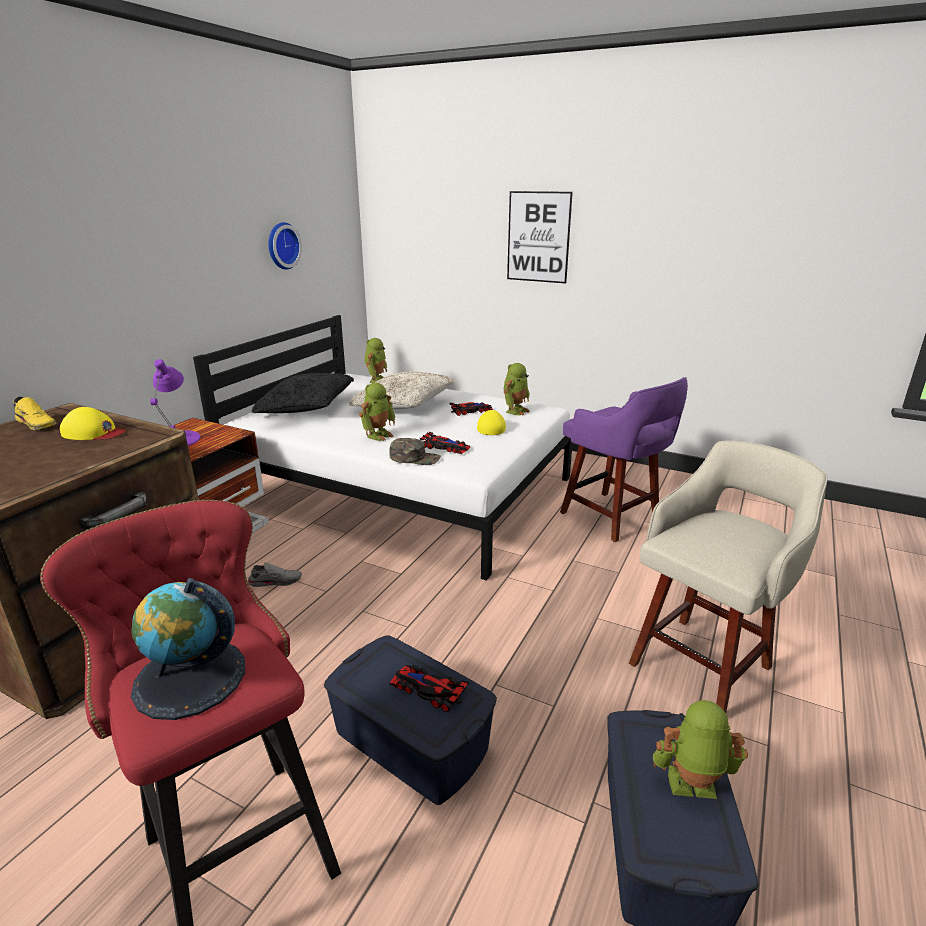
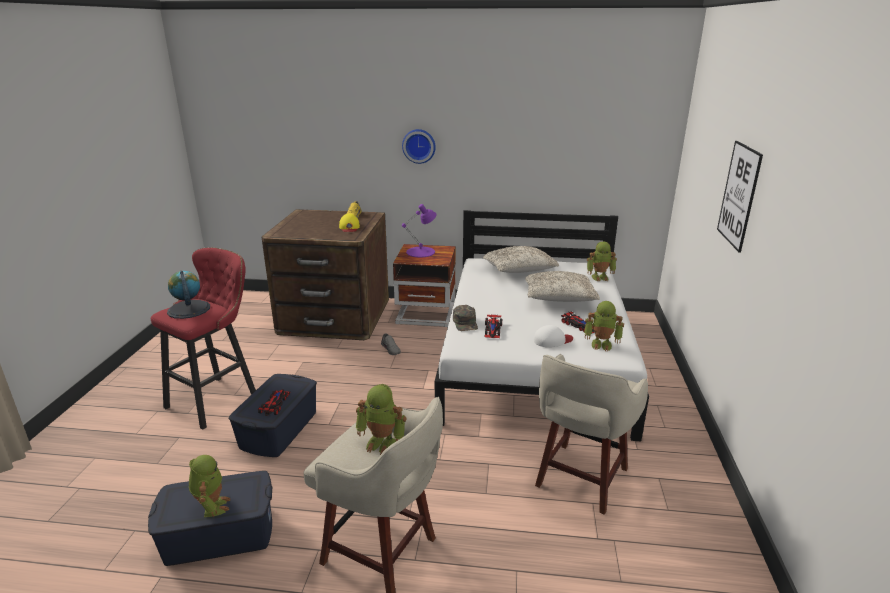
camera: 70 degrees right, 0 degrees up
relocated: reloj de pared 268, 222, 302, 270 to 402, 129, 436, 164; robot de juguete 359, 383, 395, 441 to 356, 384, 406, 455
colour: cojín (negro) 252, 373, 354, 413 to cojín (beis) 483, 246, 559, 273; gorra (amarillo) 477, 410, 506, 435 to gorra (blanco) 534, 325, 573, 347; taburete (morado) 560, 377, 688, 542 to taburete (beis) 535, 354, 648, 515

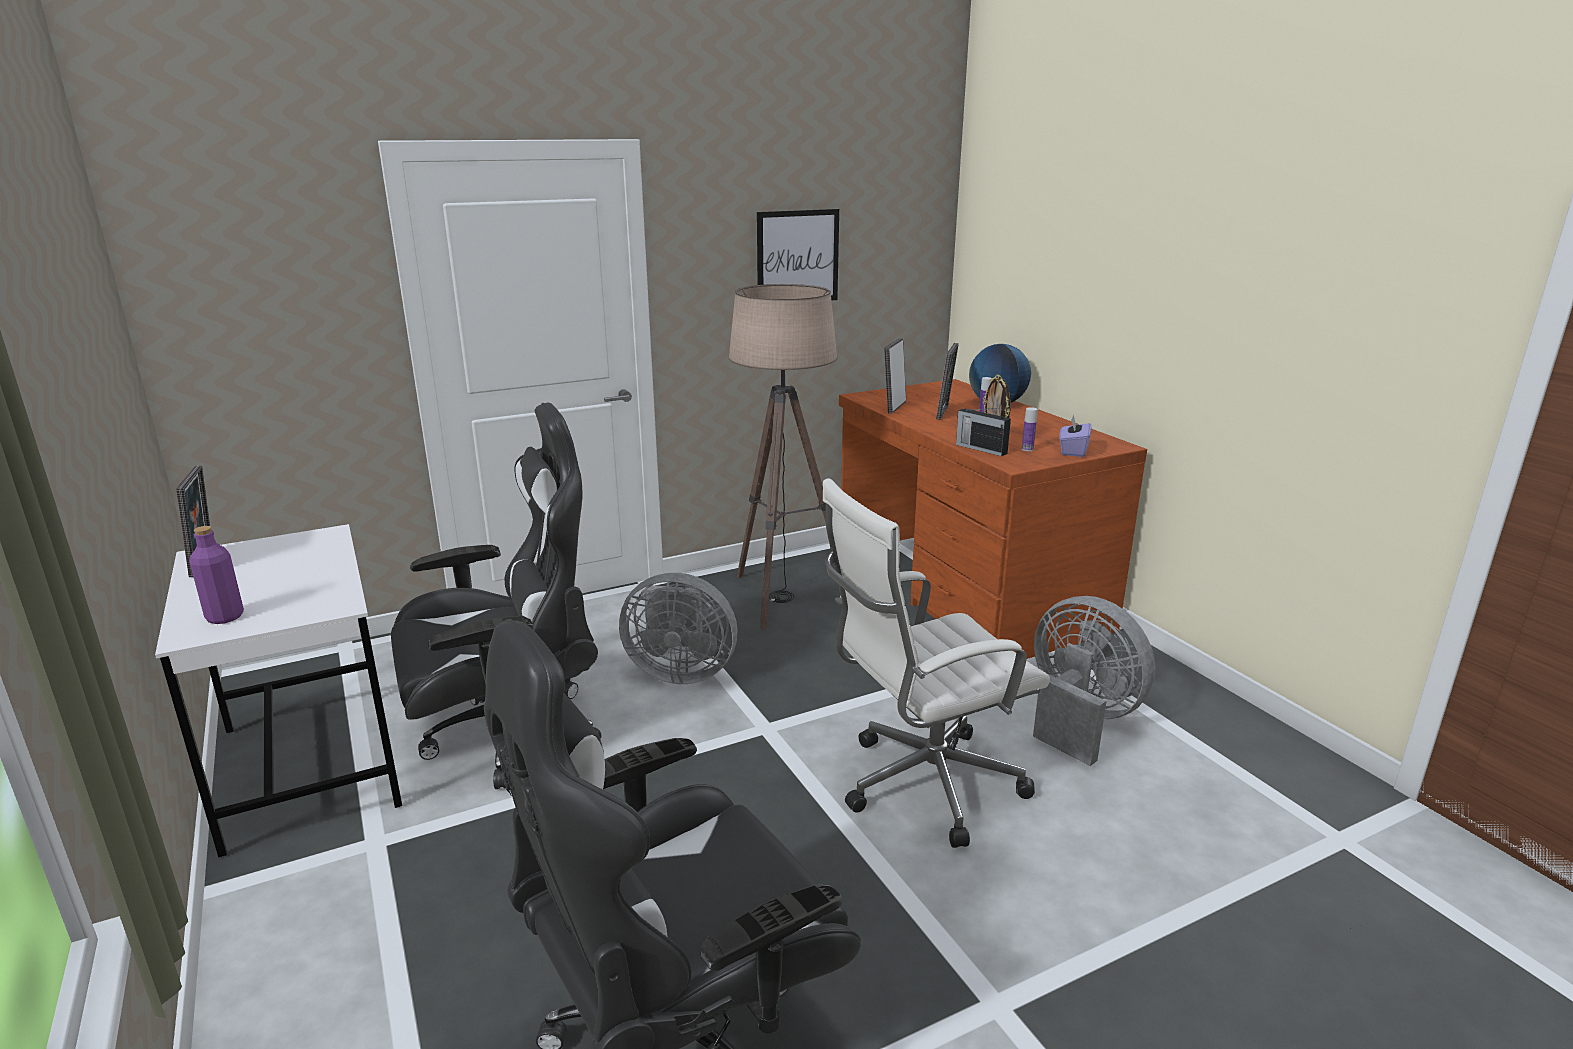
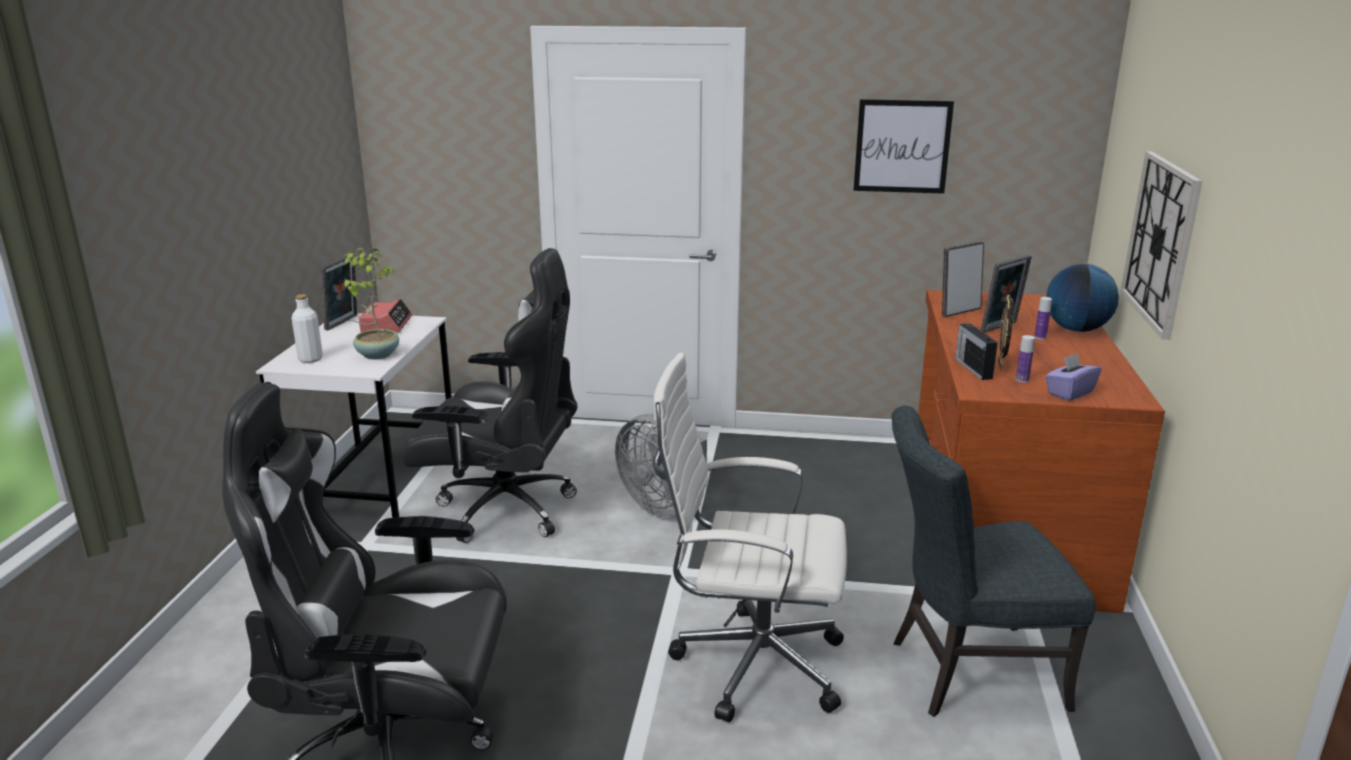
camera: 35 degrees right, 0 degrees up
missing: lámpara de pie 729, 284, 837, 630
appeared: planta en maceta 343, 248, 399, 359; despertador 359, 299, 412, 332; reloj de pared 1120, 151, 1202, 340
exchanged: ventilador (gris) 1033, 596, 1155, 766 to silla (gris) 892, 405, 1096, 717
colour: botella (morado) 189, 526, 244, 624 to botella (blanco) 291, 294, 323, 363

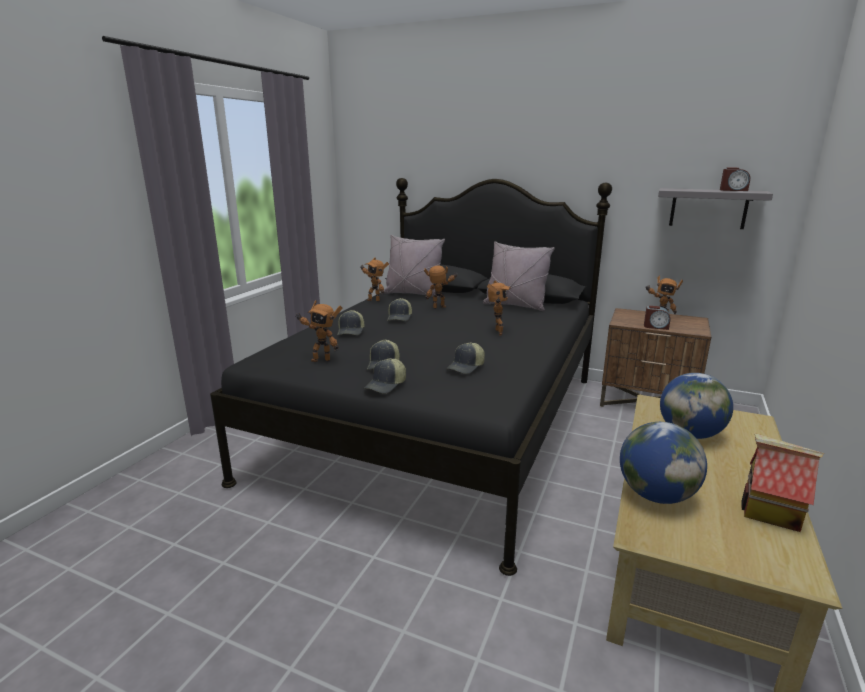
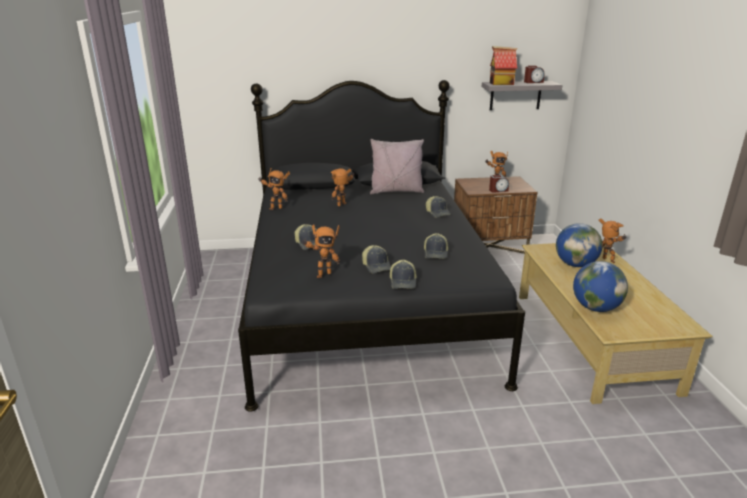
camera: 30 degrees left, 5 degrees up
missing: cojín (morado) 384, 235, 445, 298
relocated: gorra 387, 298, 412, 321 to 426, 196, 451, 218; robot de juguete 487, 281, 511, 336 to 599, 218, 627, 263; casita 742, 433, 824, 532 to 490, 46, 517, 85

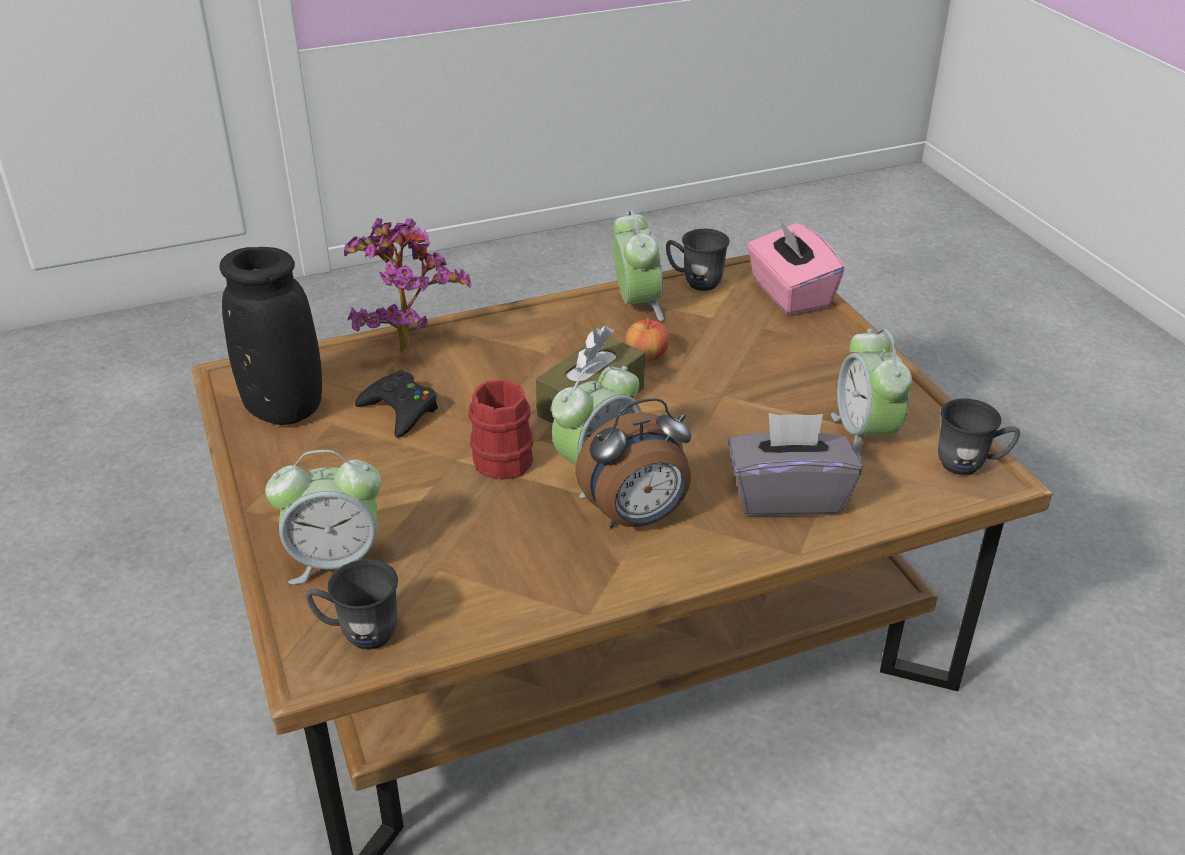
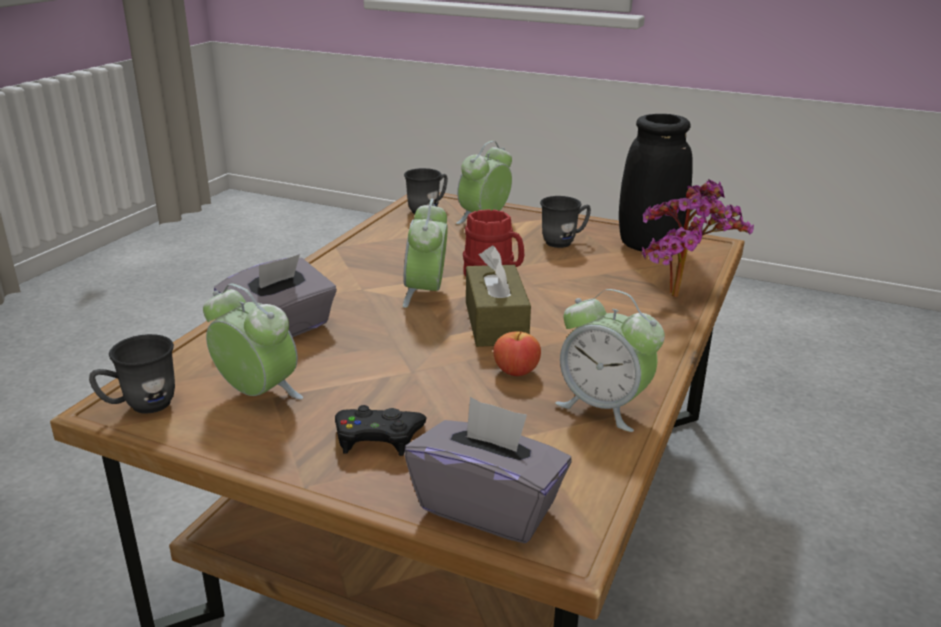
camera: 135 degrees right, 10 degrees down
missing: despertador 575, 398, 691, 528
relocated: mando de consola (negro) 355, 370, 438, 438 to 335, 405, 426, 456; taza grande (gris) 666, 229, 730, 291 to 540, 196, 591, 248
colour: caja de pañuelos (rosa) 747, 219, 844, 315 to caja de pañuelos (gris) 404, 397, 572, 543

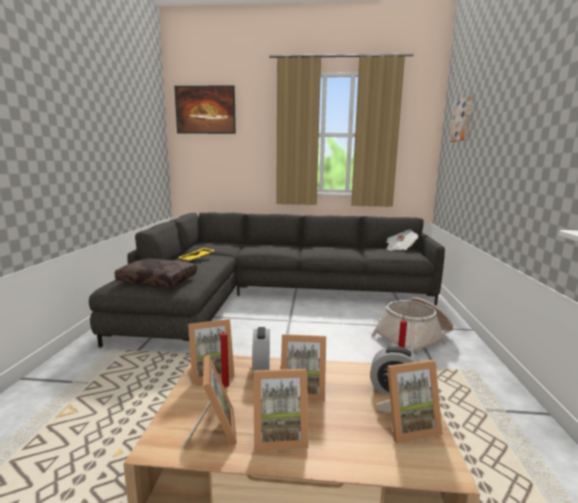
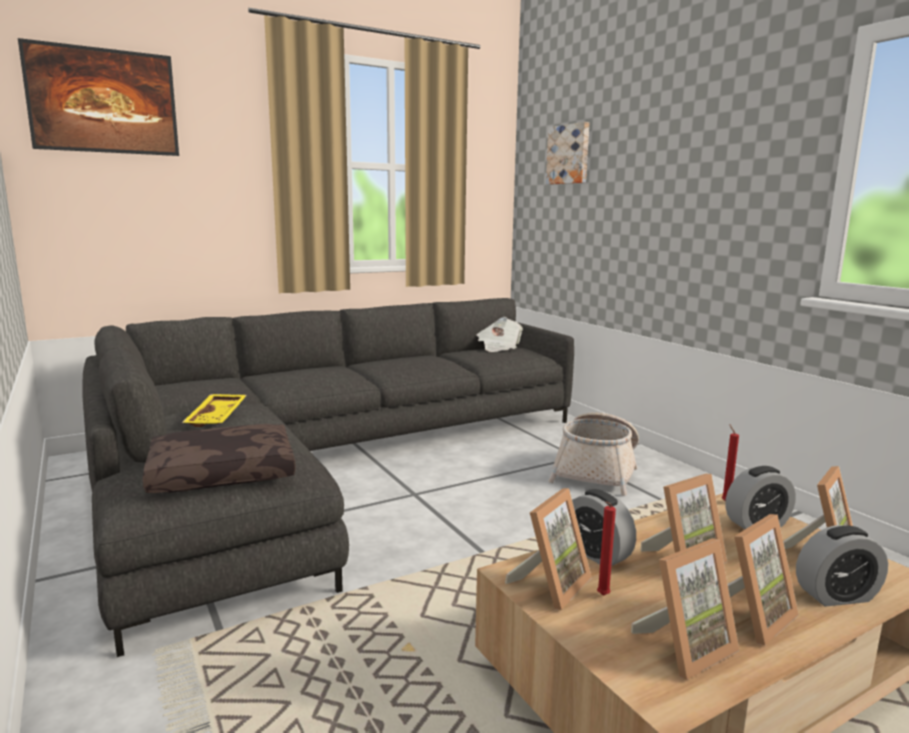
camera: 35 degrees left, 0 degrees up
appeared: despertador 796, 525, 888, 607
spun: portarretratos 182, 355, 237, 448 = 631, 538, 740, 680 105 degrees clockwise

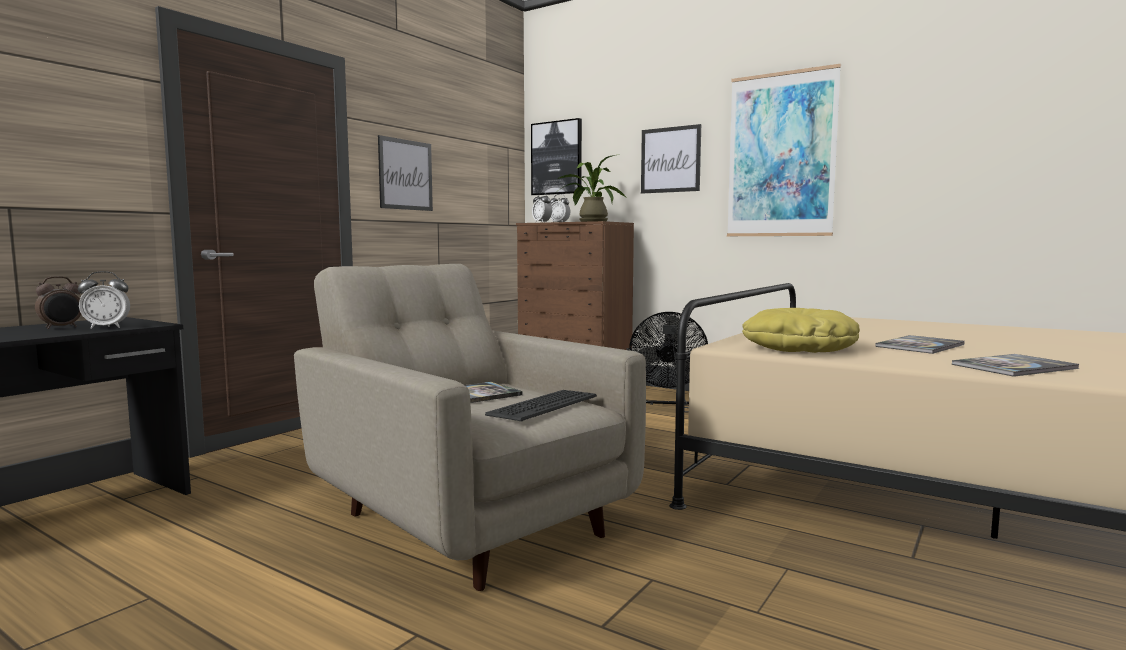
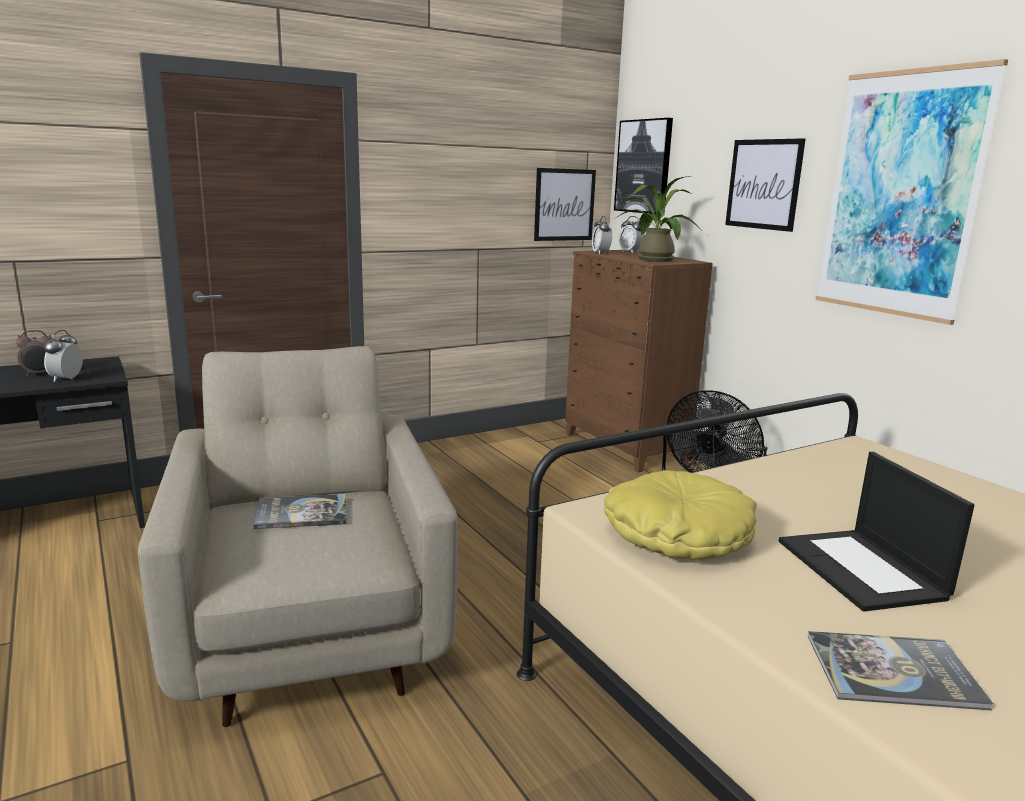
camera: 25 degrees right, 10 degrees up
missing: teclado 485, 390, 597, 422
relocated: cuadro 378, 135, 433, 211 to 534, 168, 596, 241
exchanged: libro 875, 335, 965, 354 to portátil 779, 452, 974, 611
spun: despertador 78, 271, 130, 329 = 44, 330, 83, 382 90 degrees clockwise

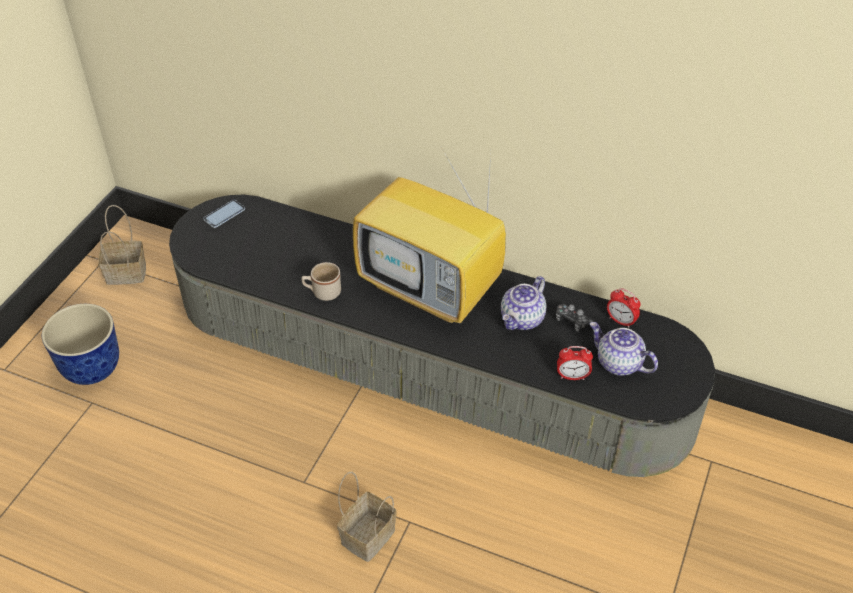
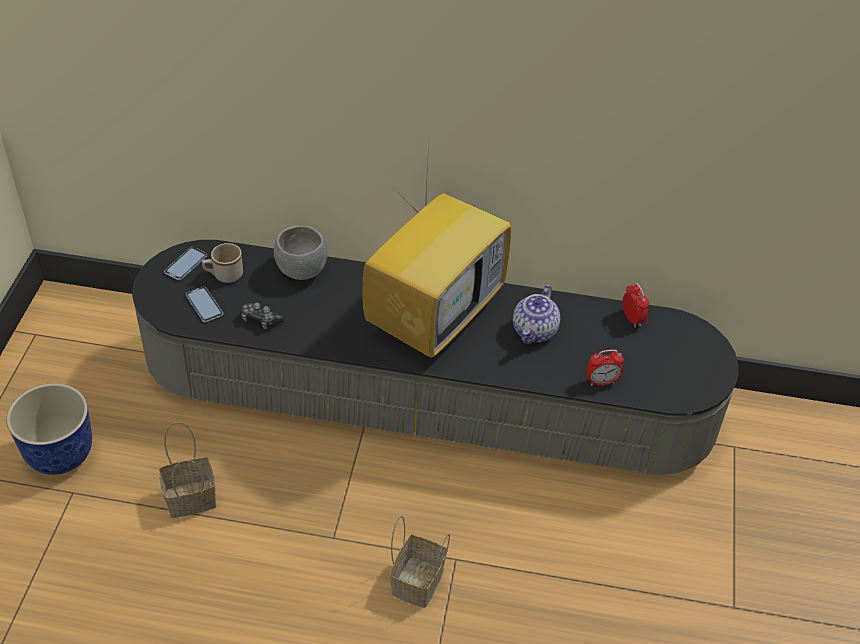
camera: 15 degrees left, 0 degrees up
missing: tetera 589, 322, 658, 376
appeared: móvil 186, 286, 223, 322; cuenco (gris) 274, 226, 328, 280
relocated: cesta 98, 205, 146, 285 to 159, 422, 216, 518; taza grande (beis) 302, 262, 341, 301 to 202, 243, 243, 283; mando de consola 556, 304, 596, 332 to 241, 302, 285, 329
spun: televisor 353, 147, 506, 324 = 362, 143, 511, 358 75 degrees counterclockwise; despertador 607, 288, 640, 328 = 623, 282, 649, 328 135 degrees counterclockwise

